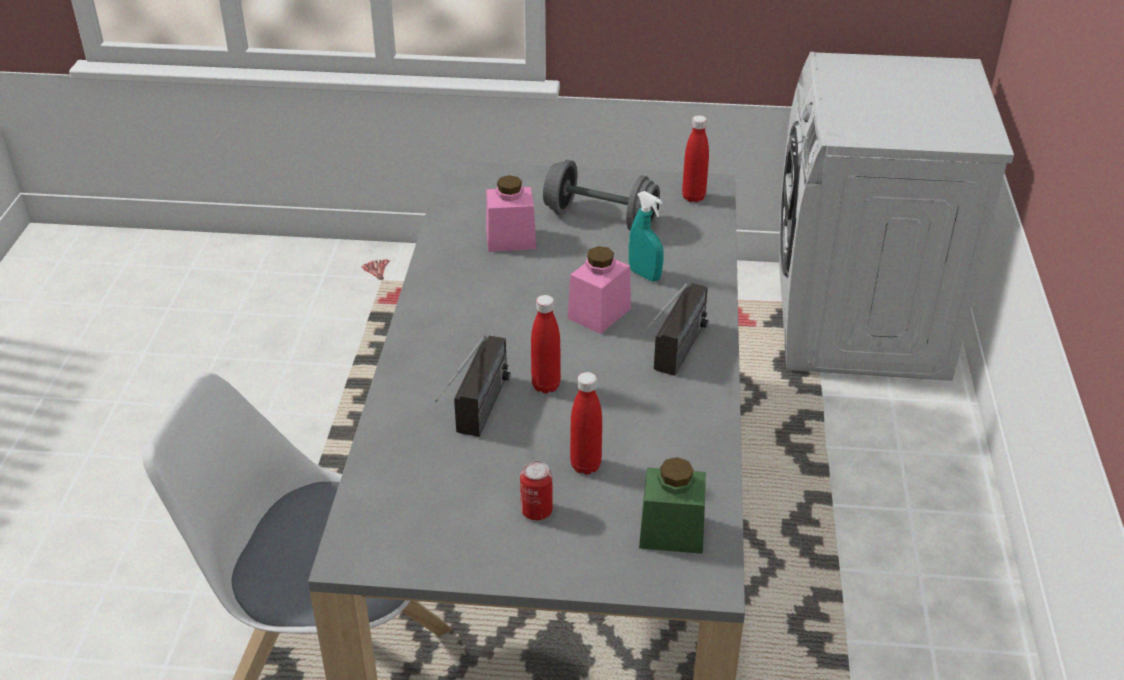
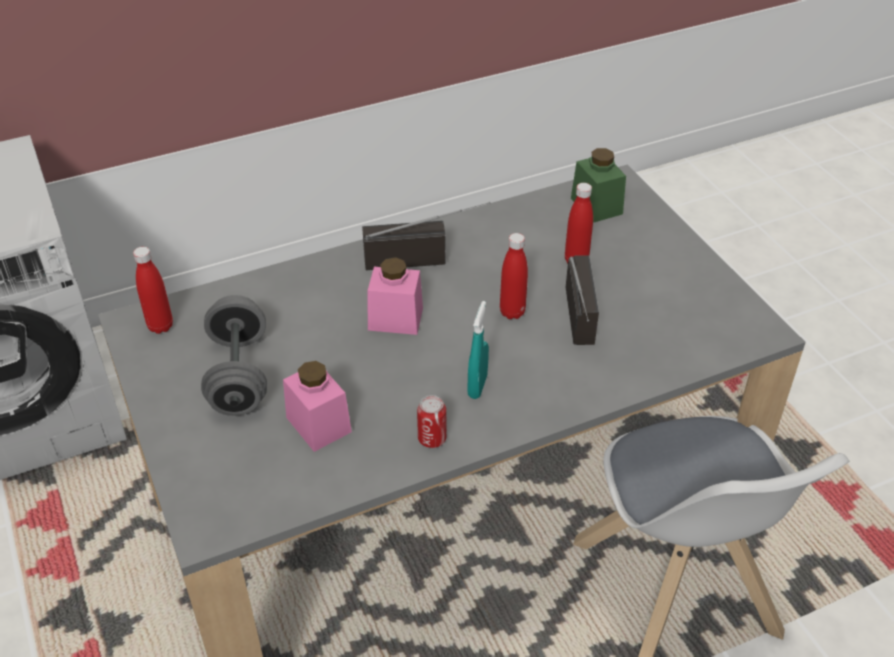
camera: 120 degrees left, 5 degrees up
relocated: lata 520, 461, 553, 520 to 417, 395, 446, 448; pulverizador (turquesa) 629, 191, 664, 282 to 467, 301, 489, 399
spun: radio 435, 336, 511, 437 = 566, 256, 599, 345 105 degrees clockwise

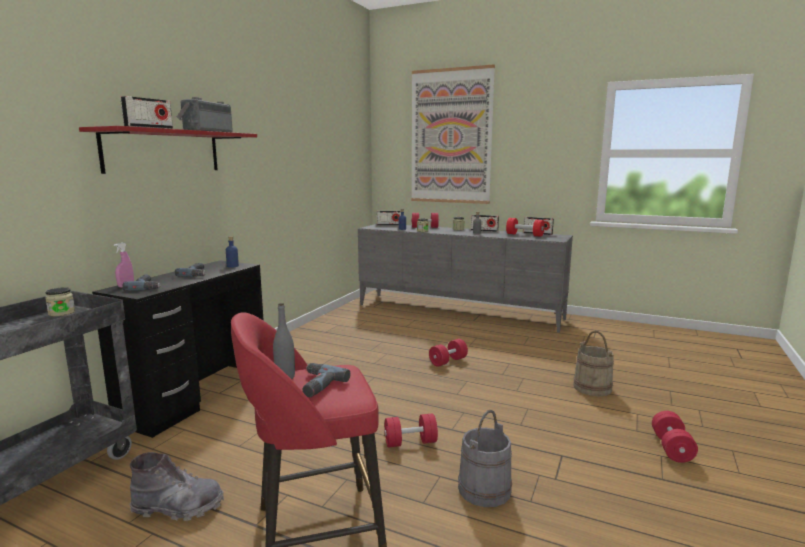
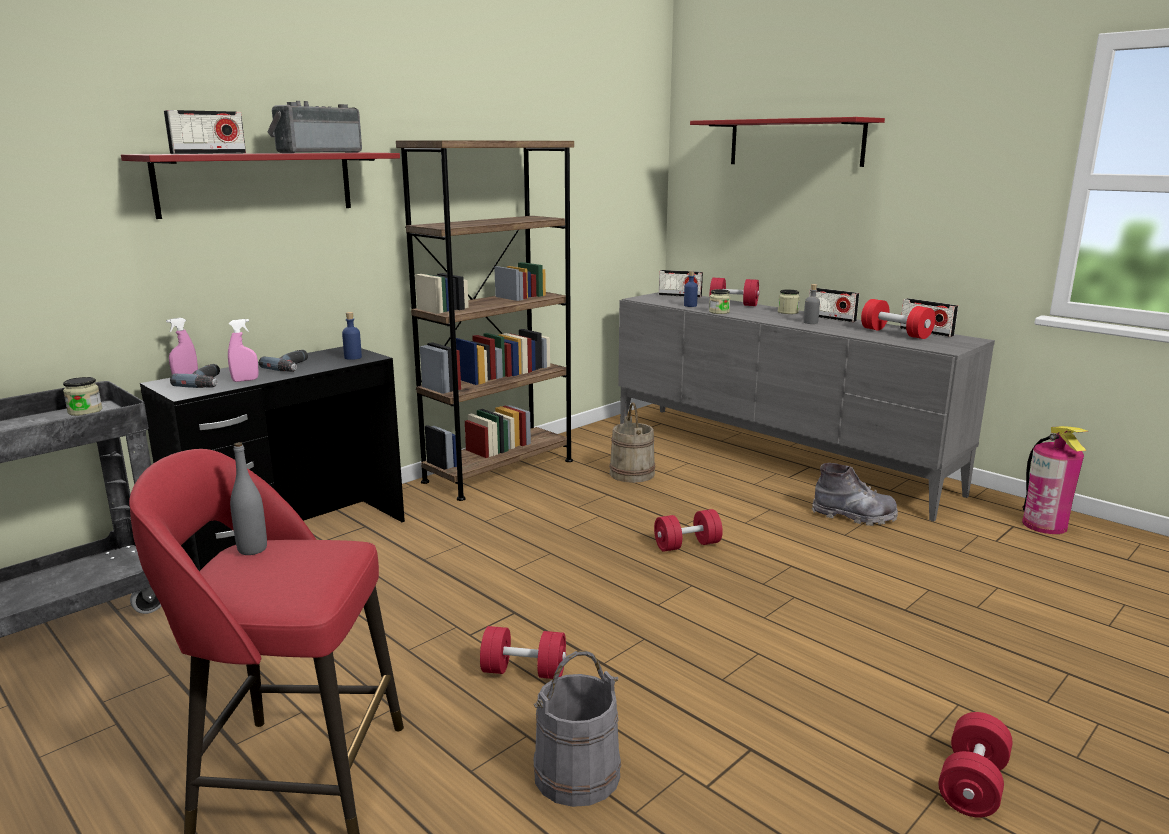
camera: 20 degrees right, 5 degrees up
missing: taladro 302, 363, 350, 397
appeared: pulverizador (rosa) 228, 319, 259, 382; estantería (marrón) 396, 140, 574, 501; extintor 1022, 426, 1089, 534
relocated: bota (gris) 130, 452, 224, 521 to 812, 463, 898, 526; cubo (beis) 573, 331, 614, 396 to 609, 403, 655, 483
exchanged: cuadro 411, 64, 495, 204 to estante (rojo) 690, 117, 885, 167

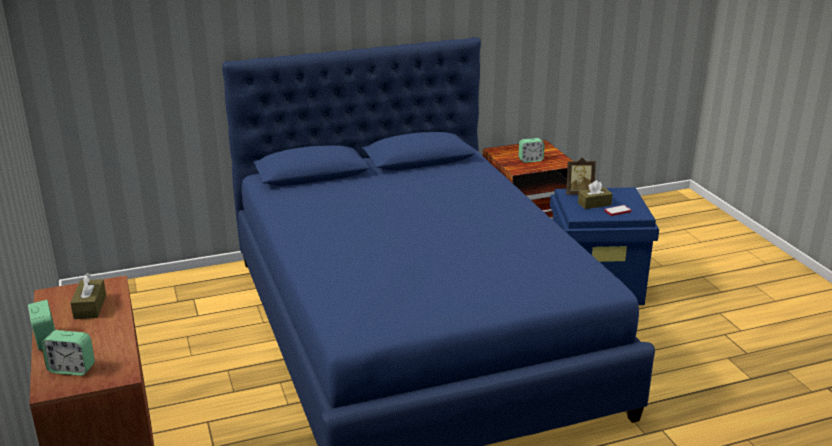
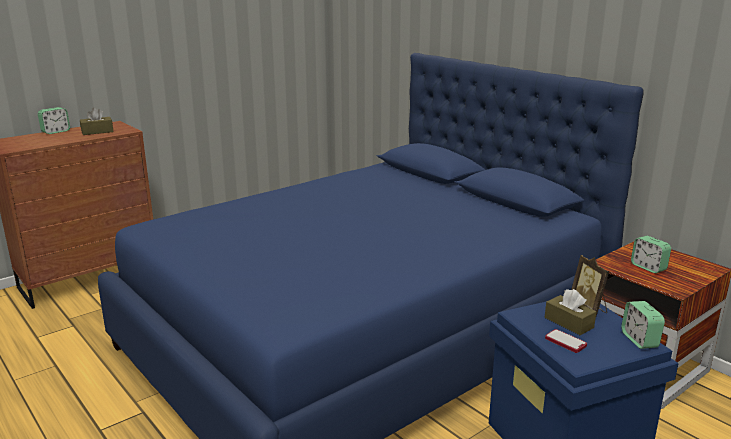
camera: 70 degrees right, 5 degrees down
relocated: despertador 42, 330, 95, 376 to 621, 301, 665, 349

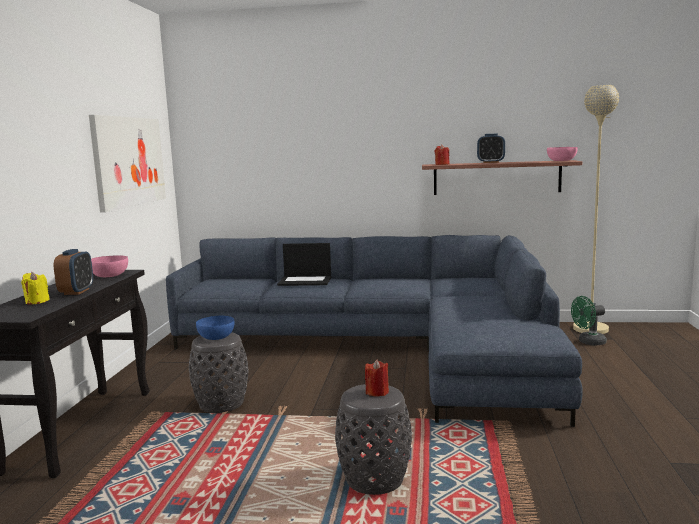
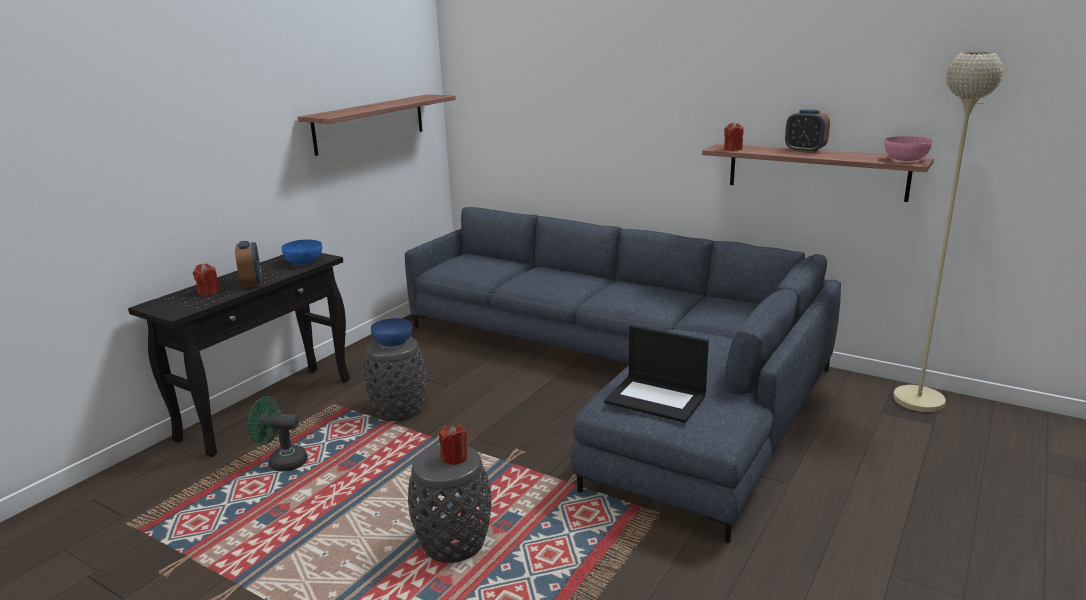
camera: 25 degrees right, 10 degrees up
relocated: portátil 277, 243, 331, 286 to 604, 325, 709, 423; ventilador (verde) 571, 296, 606, 346 to 248, 396, 308, 472
exchanged: cuadro 89, 115, 166, 213 to estante 298, 94, 456, 156
colour: vela (amarillo) 21, 272, 50, 305 to vela (rojo) 193, 264, 220, 295; cuenco (rosa) 91, 256, 128, 277 to cuenco (azul) 281, 240, 322, 265
spun: despertador 54, 249, 93, 295 = 235, 241, 261, 288 45 degrees counterclockwise

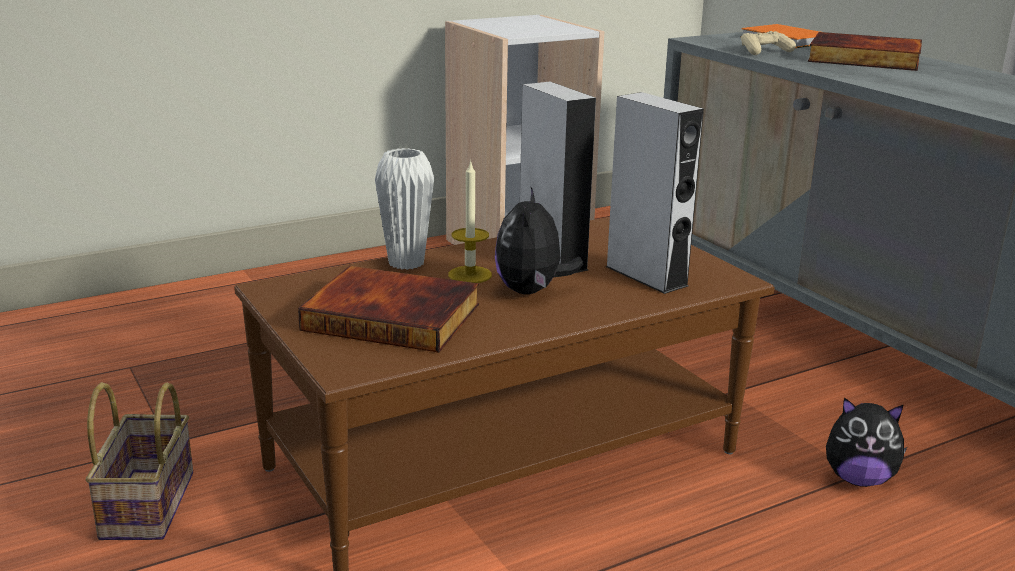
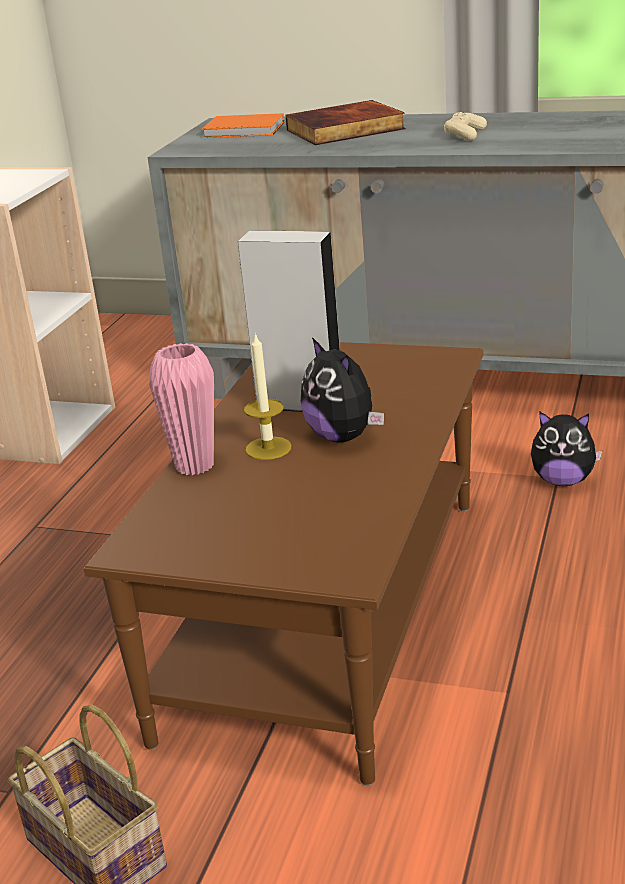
camera: 40 degrees left, 5 degrees up
missing: libro 298, 266, 479, 353; altavoz (gris) 605, 92, 704, 294
relocated: mando de consola (beis) 741, 31, 796, 55 to 444, 112, 487, 141
colour: florero (blanco) 375, 148, 434, 270 to florero (rosa) 149, 343, 214, 475
spun: peluche 826, 397, 907, 487 = 531, 412, 602, 486 45 degrees clockwise

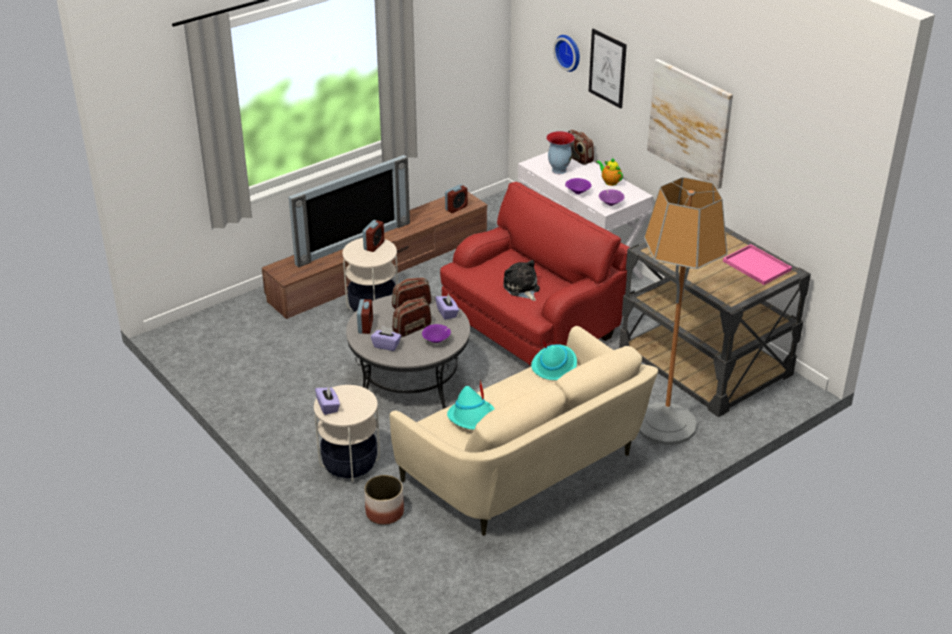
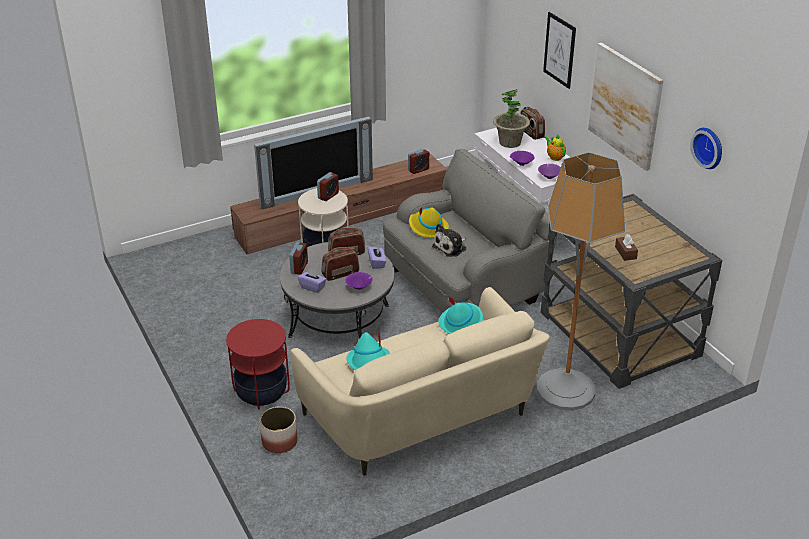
camera: 10 degrees right, 0 degrees up
missing: caja de pañuelos (morado) 315, 385, 340, 415; bandeja (rosa) 723, 244, 792, 285
appeared: sombrero (amarillo) 409, 208, 449, 237; caja de pañuelos (marrón) 615, 234, 638, 261
relocated: reloj de pared 553, 35, 580, 72 to 691, 128, 722, 169
exchanged: florero 546, 131, 575, 174 to planta en maceta 493, 89, 530, 148
colour: mesa auxiliar (beis) 314, 385, 380, 482 to mesa auxiliar (rojo) 226, 319, 290, 410; sillón (rojo) 440, 182, 630, 366 to sillón (gris) 383, 149, 558, 313
spun: peluche 503, 260, 540, 301 = 432, 224, 467, 257 120 degrees counterclockwise

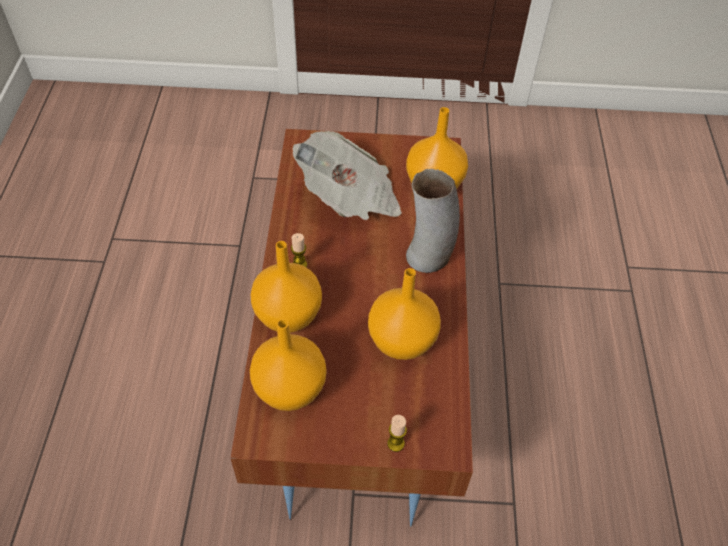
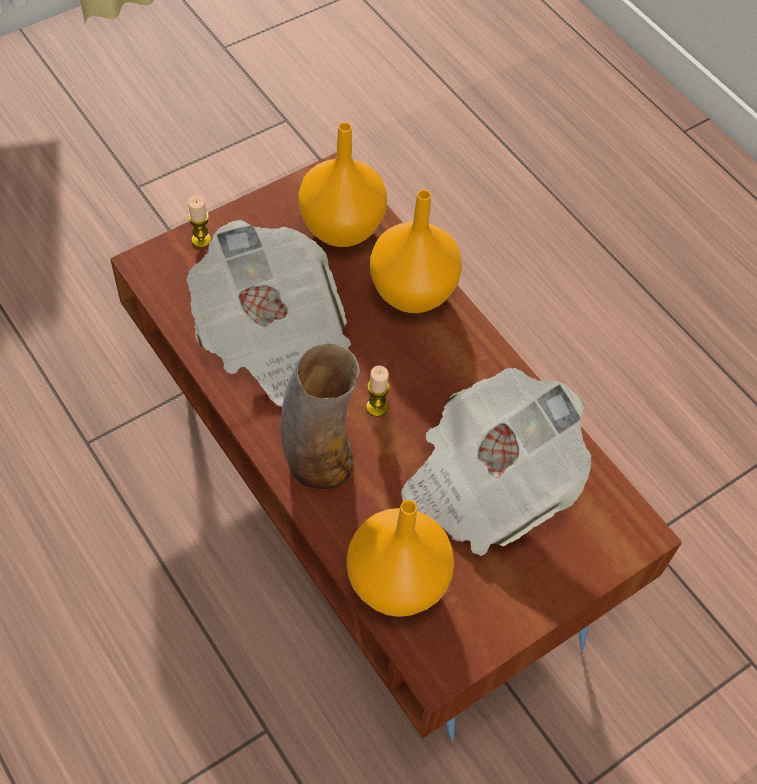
camera: 140 degrees right, 5 degrees up
relocated: vela 291, 233, 307, 267 to 366, 366, 390, 417
exchanged: florero (naranja) 368, 268, 441, 360 to periódico 187, 220, 351, 407

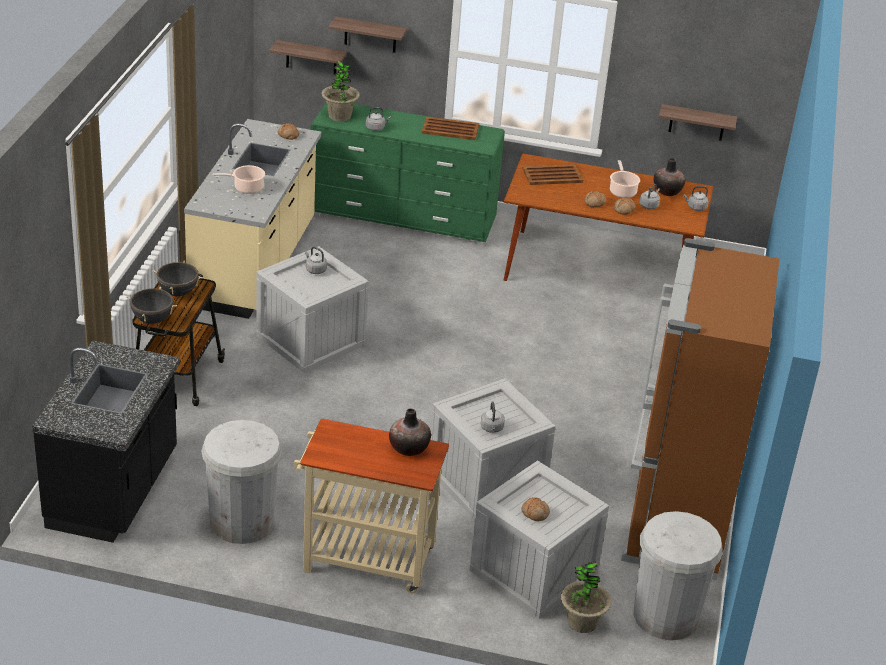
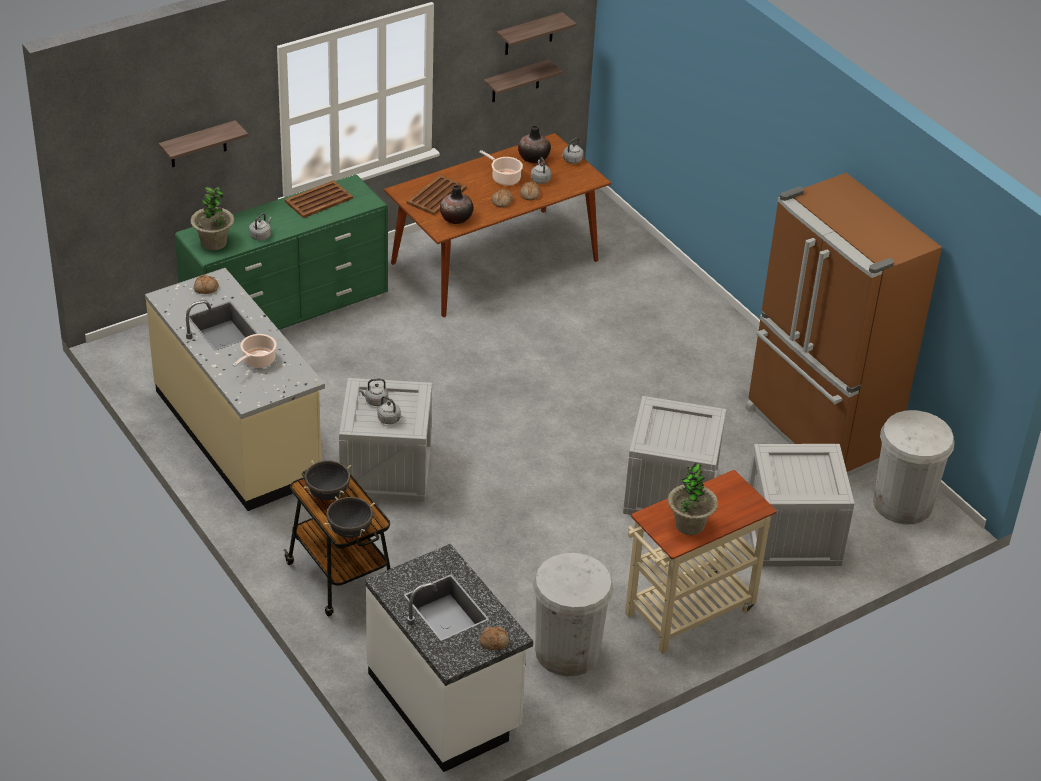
camera: 45 degrees left, 5 degrees up
relocated: estante 269, 40, 347, 74 to 497, 12, 577, 55; florero 389, 408, 431, 456 to 440, 185, 474, 224; hervidor (gris) 481, 401, 505, 433 to 378, 396, 402, 424; pan 521, 497, 550, 521 to 480, 626, 509, 650; planta en maceta 561, 561, 612, 633 to 668, 462, 718, 535
colour: mueble bajo de cocina (negro) 32, 340, 180, 543 to mueble bajo de cocina (blanco) 365, 544, 533, 772

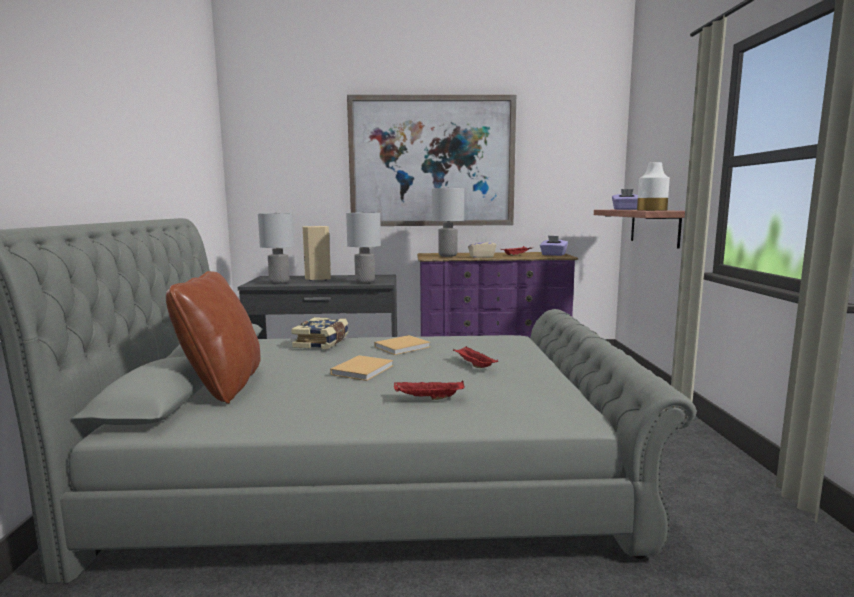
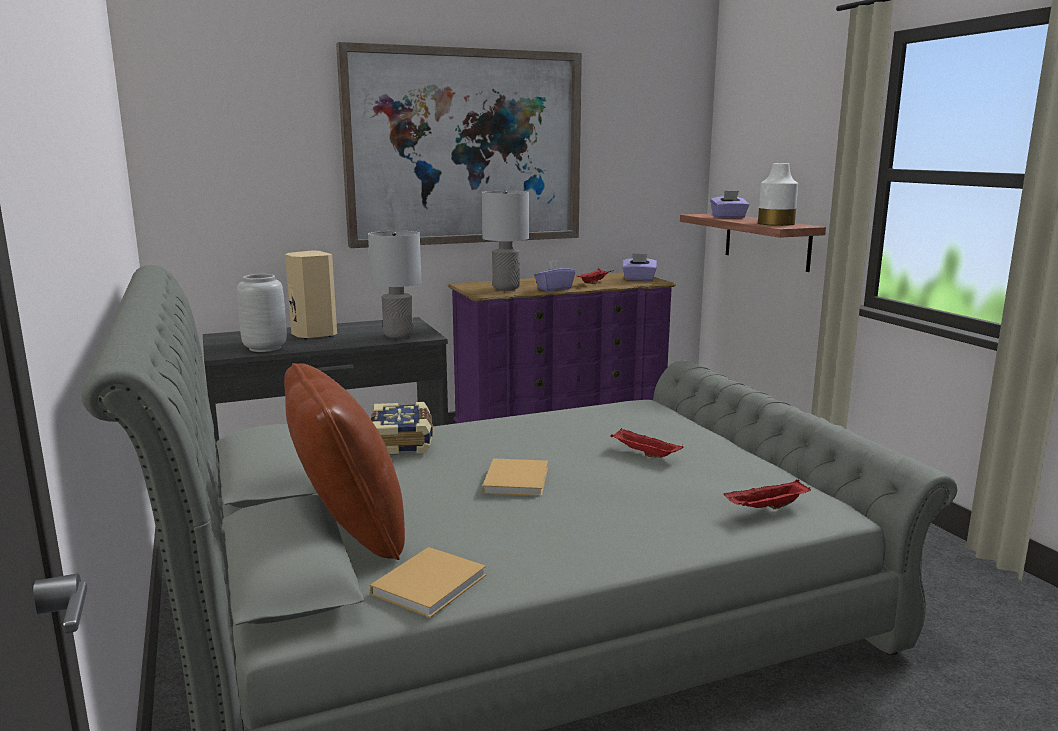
camera: 20 degrees left, 5 degrees up
relocated: libro (beis) 374, 335, 430, 355 to 370, 547, 486, 618; bandeja (rojo) 394, 381, 465, 400 to 724, 480, 811, 509
exchanged: lámpara de mesa (gris) 258, 212, 295, 284 to florero (gris) 237, 274, 287, 352
colour: caja de pañuelos (beis) 468, 237, 496, 258 to caja de pañuelos (morado) 534, 260, 575, 291

